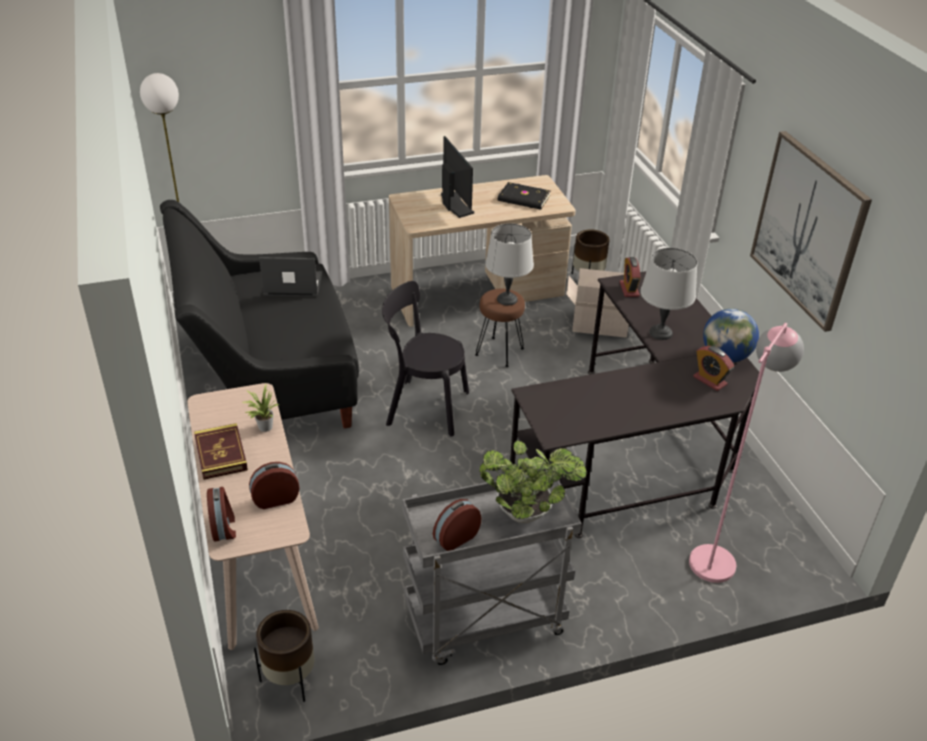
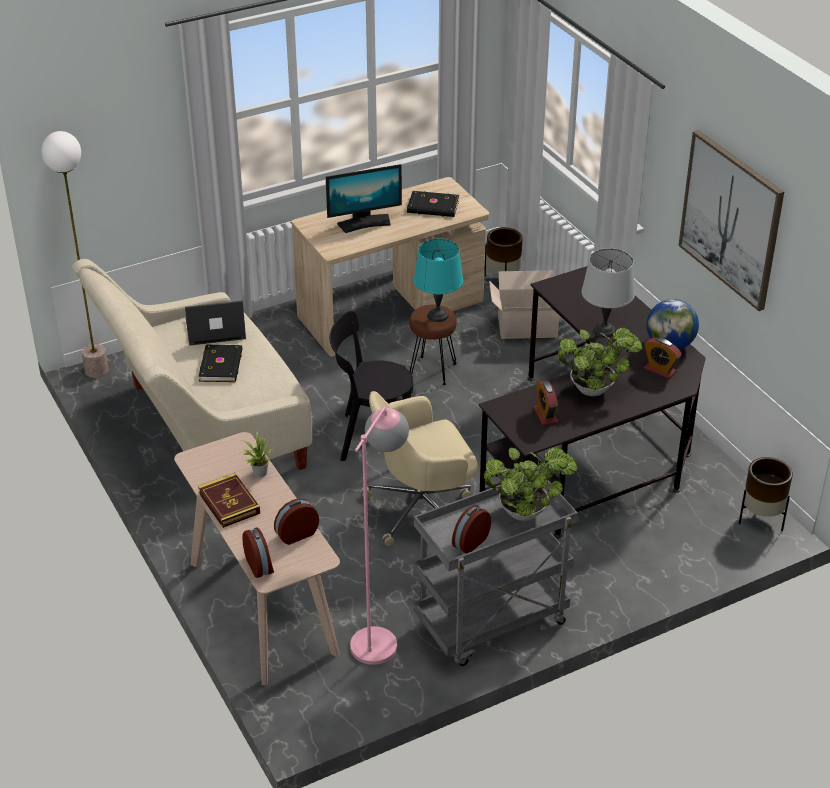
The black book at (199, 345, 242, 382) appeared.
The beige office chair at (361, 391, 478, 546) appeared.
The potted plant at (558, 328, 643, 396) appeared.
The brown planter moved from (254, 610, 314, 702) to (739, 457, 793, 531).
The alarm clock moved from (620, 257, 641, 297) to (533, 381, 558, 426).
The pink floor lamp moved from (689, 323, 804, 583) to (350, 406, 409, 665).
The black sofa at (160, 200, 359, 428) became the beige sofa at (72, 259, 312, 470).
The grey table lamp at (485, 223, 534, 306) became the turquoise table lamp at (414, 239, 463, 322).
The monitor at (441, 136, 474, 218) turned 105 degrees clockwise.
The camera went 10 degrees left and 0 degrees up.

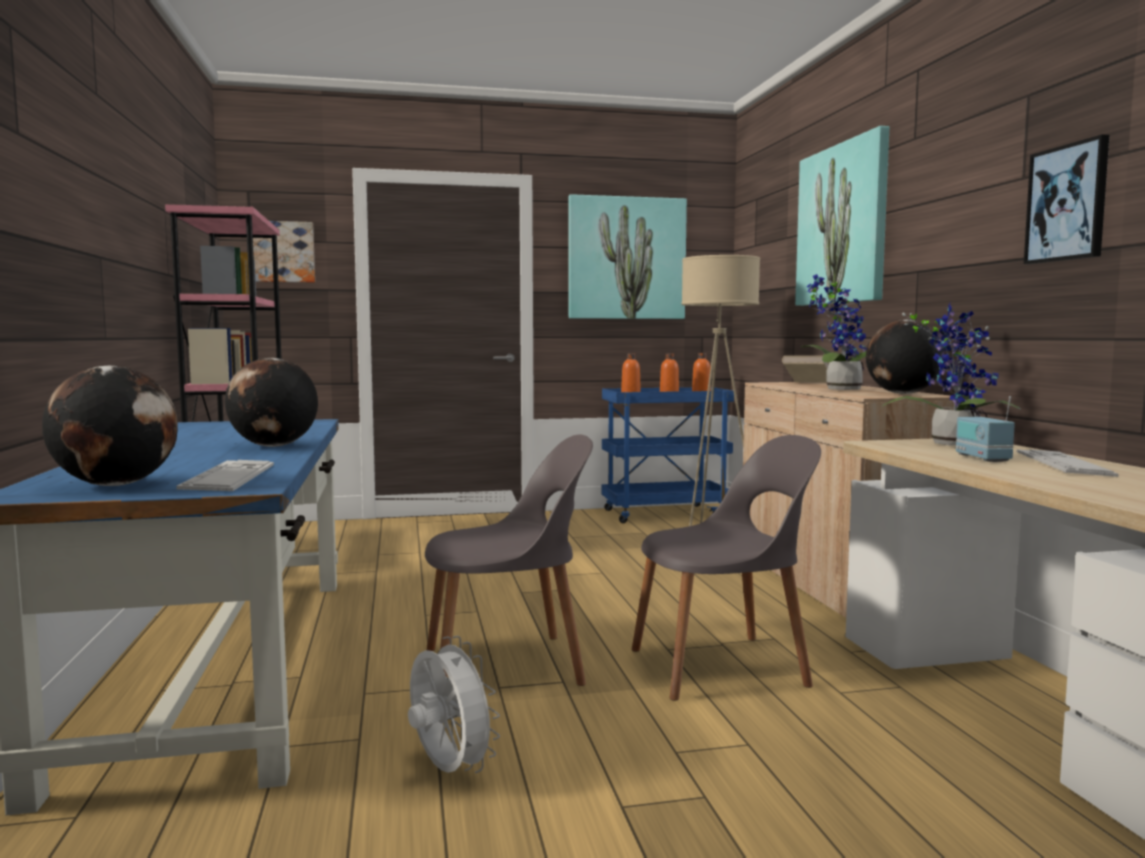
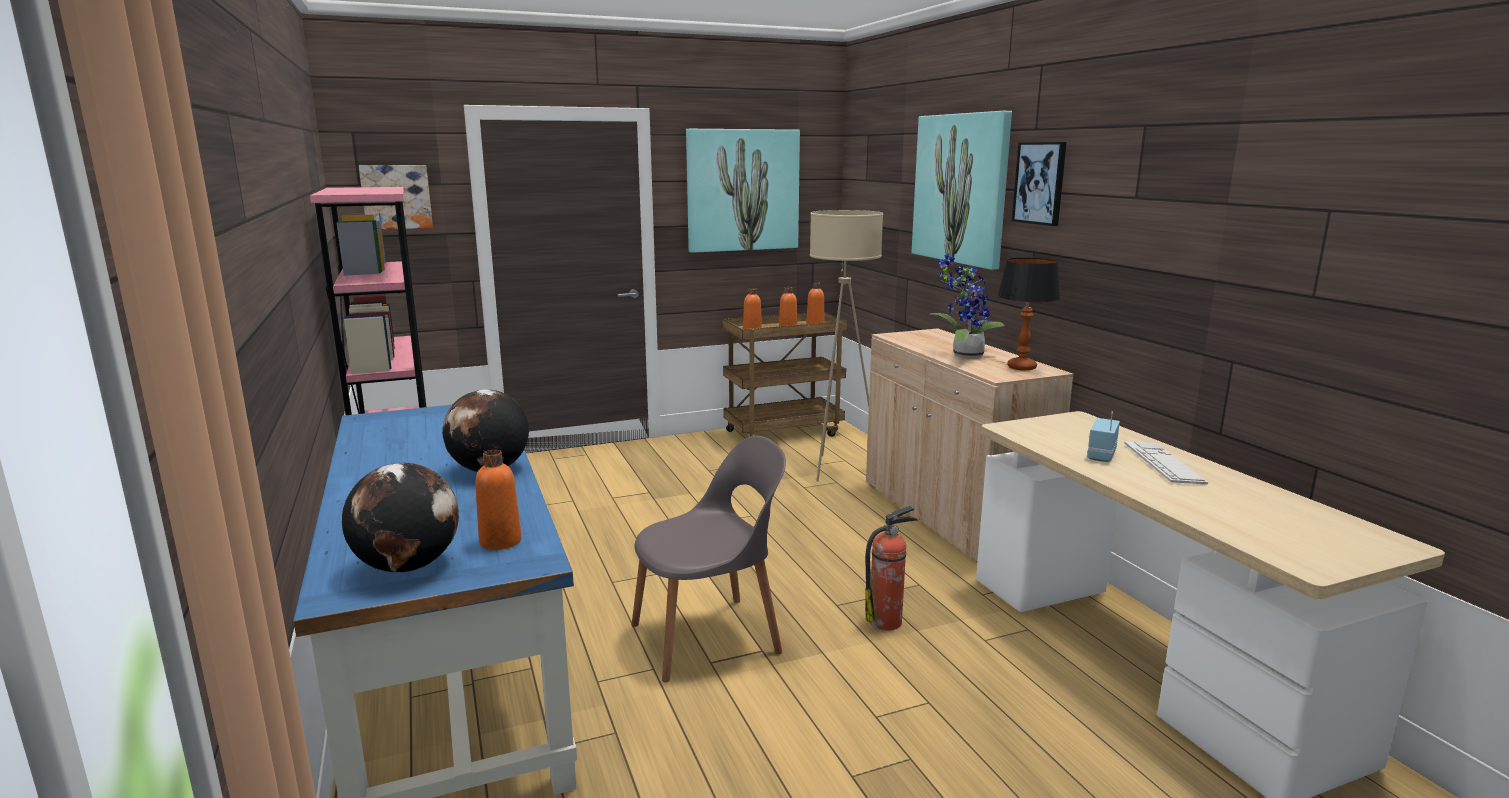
The white fan at (408, 636, 500, 773) disappeared.
The beige book at (782, 356, 829, 383) disappeared.
The potted plant at (883, 304, 1021, 446) disappeared.
The picture moved from (1024, 134, 1110, 264) to (1012, 142, 1067, 226).
The keyboard at (177, 460, 274, 491) was replaced by the orange bottle at (475, 450, 522, 550).
The grey chair at (632, 435, 821, 701) was replaced by the fire extinguisher at (865, 506, 918, 630).
The globe at (866, 319, 945, 394) was replaced by the table lamp at (997, 258, 1060, 371).
The blue cart at (602, 387, 734, 523) became the brown cart at (722, 312, 848, 437).
The radio at (956, 396, 1015, 462) turned 45 degrees clockwise.
The camera went 10 degrees left and 10 degrees up.

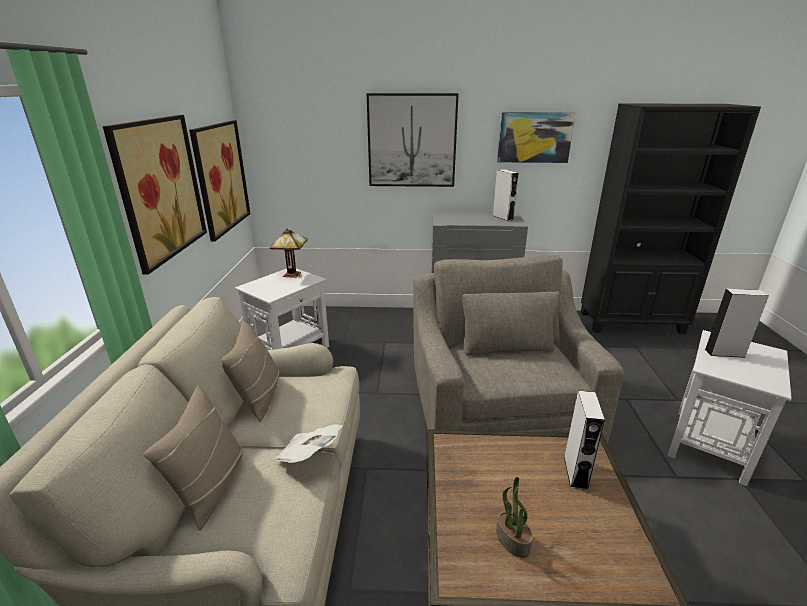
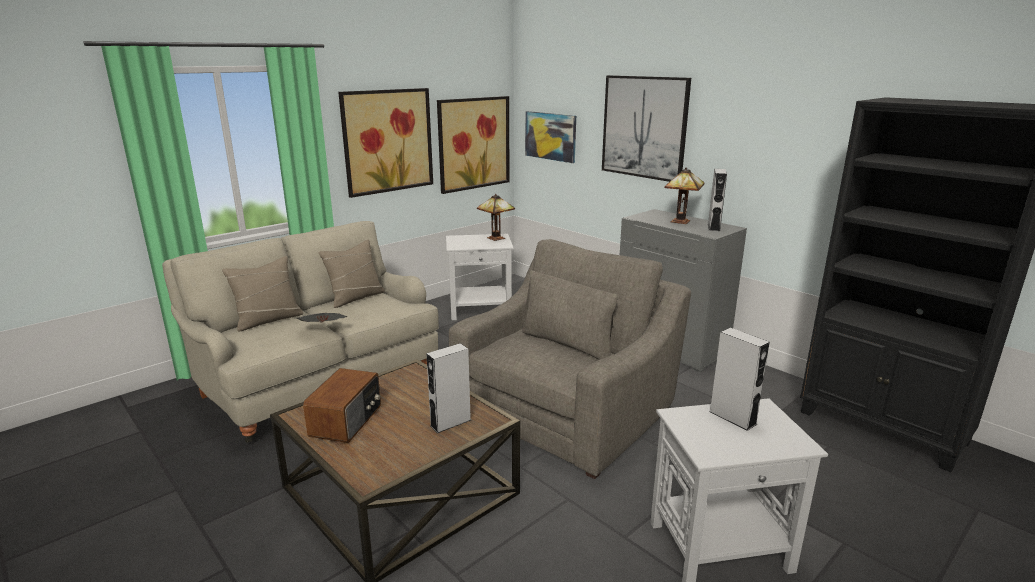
The table lamp at (664, 167, 705, 224) appeared.
The picture moved from (497, 112, 575, 163) to (525, 111, 576, 163).
The potted plant at (496, 477, 533, 558) was replaced by the radio at (303, 368, 381, 443).
The camera went 45 degrees right and 5 degrees down.

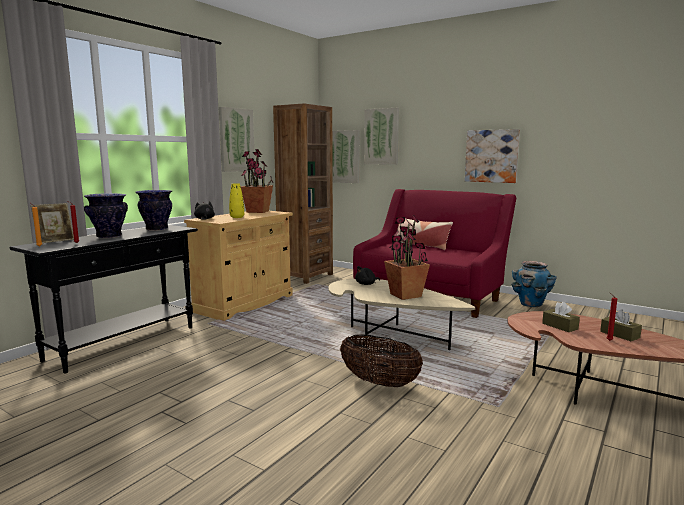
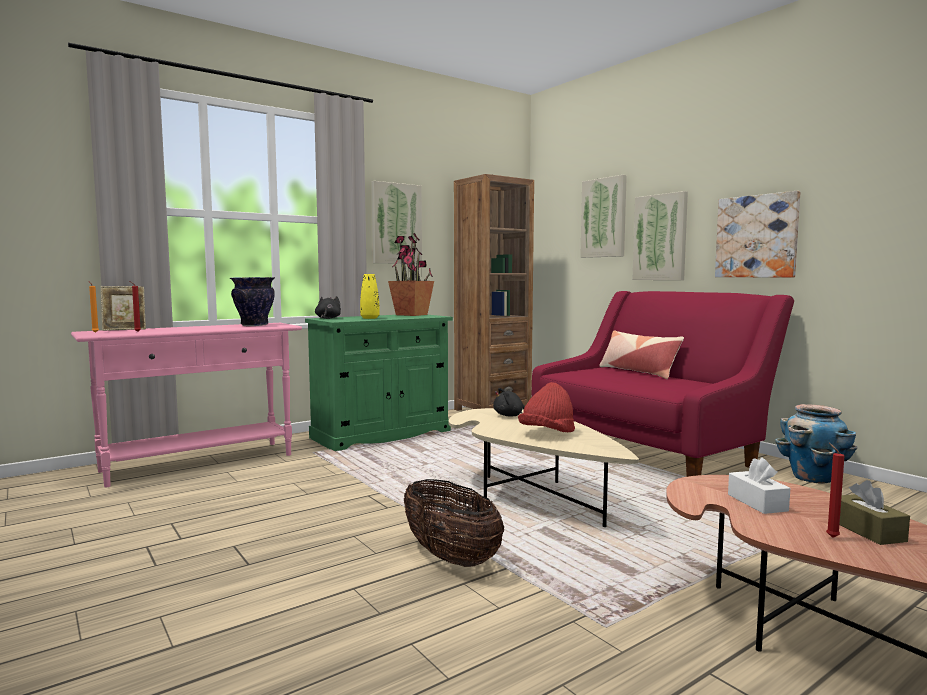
The vase at (84, 193, 128, 238) disappeared.
The picture moved from (332, 130, 360, 183) to (633, 191, 688, 280).
The potted plant at (384, 215, 430, 300) was replaced by the red hat at (518, 382, 575, 432).
The black console table at (10, 225, 198, 373) became the pink console table at (71, 323, 302, 488).
The beige cabinet at (184, 211, 293, 321) became the green cabinet at (305, 314, 453, 451).
The brown tissue box at (542, 302, 580, 332) became the white tissue box at (728, 457, 790, 514).
The camera went 20 degrees right and 5 degrees down.

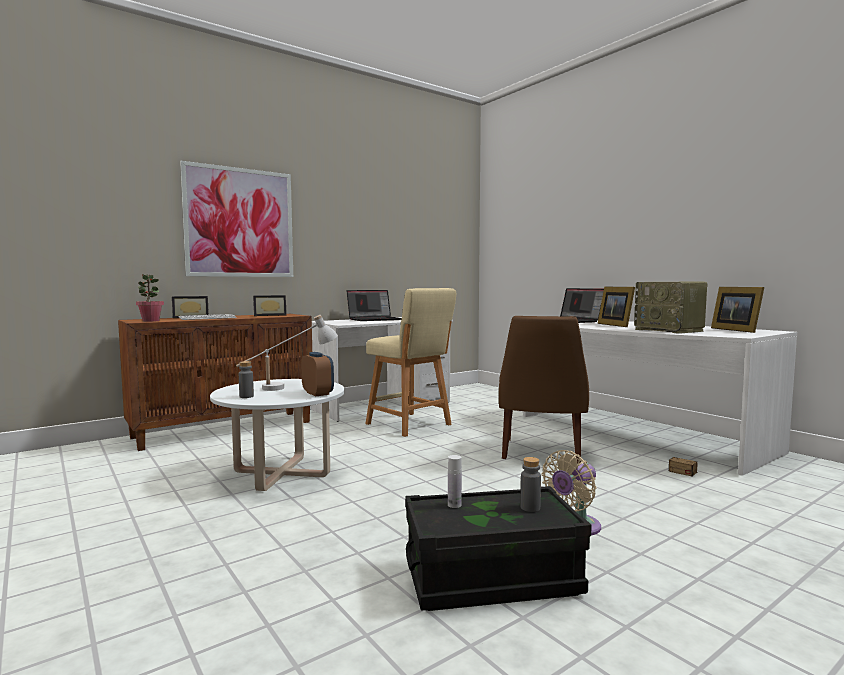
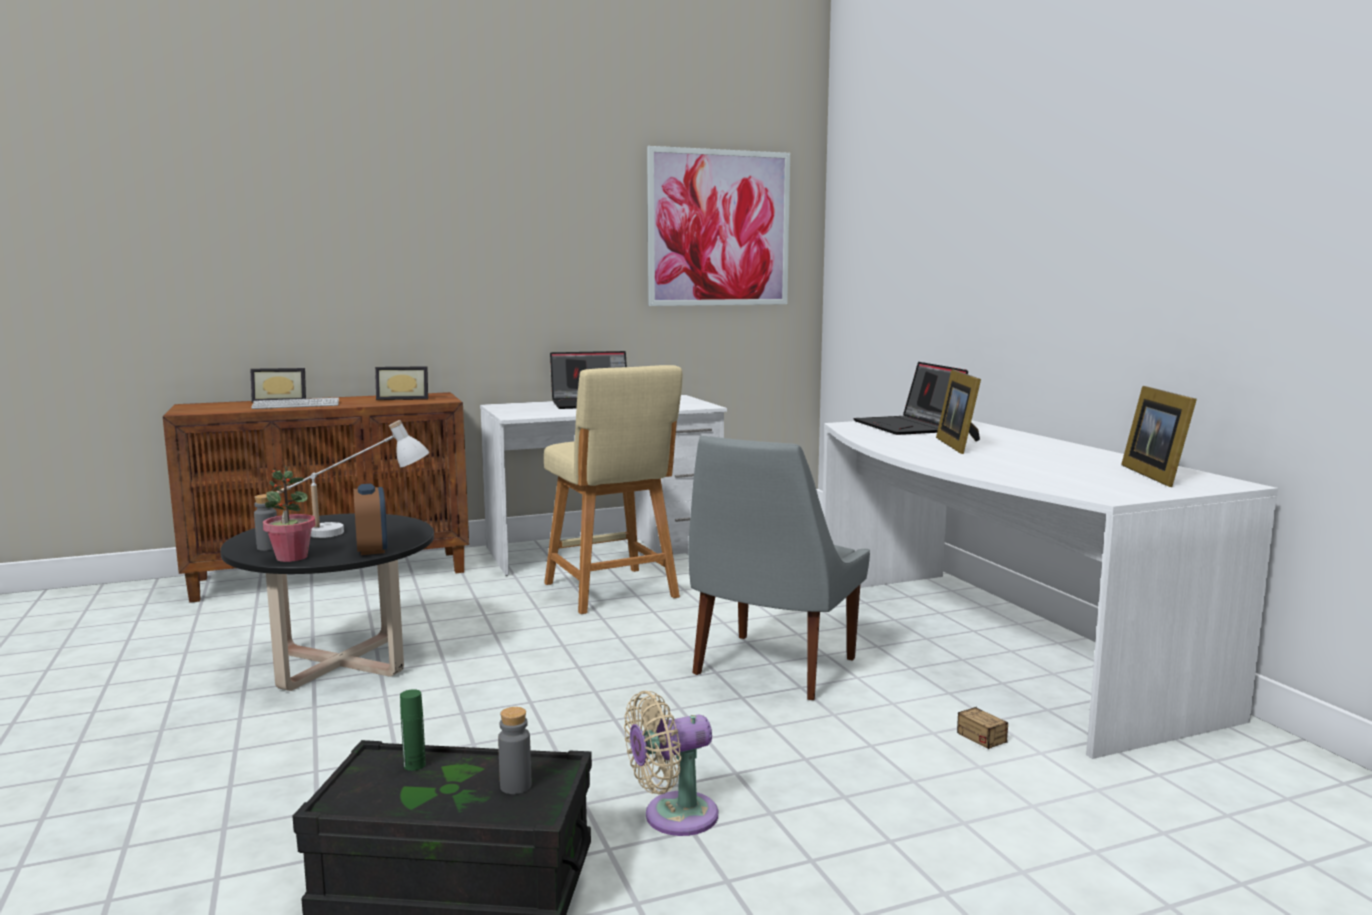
The radio at (634, 282, 707, 334) disappeared.
The potted plant moved from (136, 274, 164, 322) to (263, 466, 315, 562).
The picture moved from (180, 161, 293, 277) to (647, 146, 790, 306).
The white coffee table at (210, 379, 345, 491) became the black coffee table at (220, 513, 434, 691).
The white bottle at (448, 455, 462, 508) became the green bottle at (400, 689, 426, 771).
The brown chair at (499, 316, 589, 464) became the grey chair at (688, 436, 870, 701).
The camera went 15 degrees right and 5 degrees up.

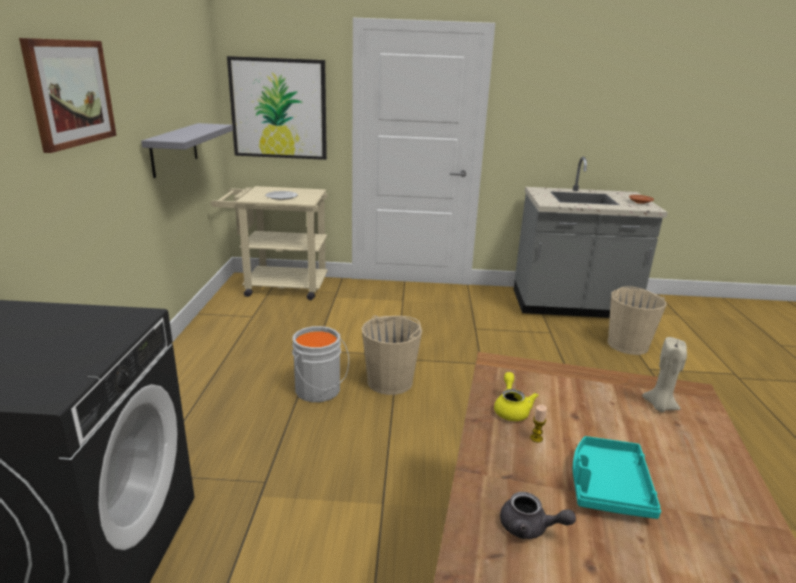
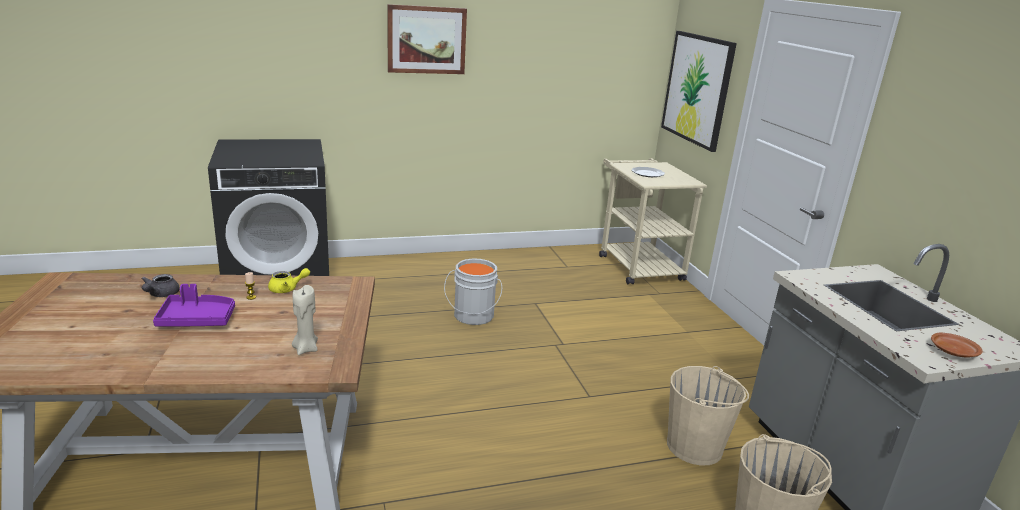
The grey shelf at (141, 123, 233, 178) disappeared.
The beige bucket moved from (362, 315, 422, 395) to (667, 366, 749, 465).
The turquoise tray at (573, 436, 661, 519) became the purple tray at (153, 284, 235, 326).
The camera went 70 degrees right and 0 degrees up.

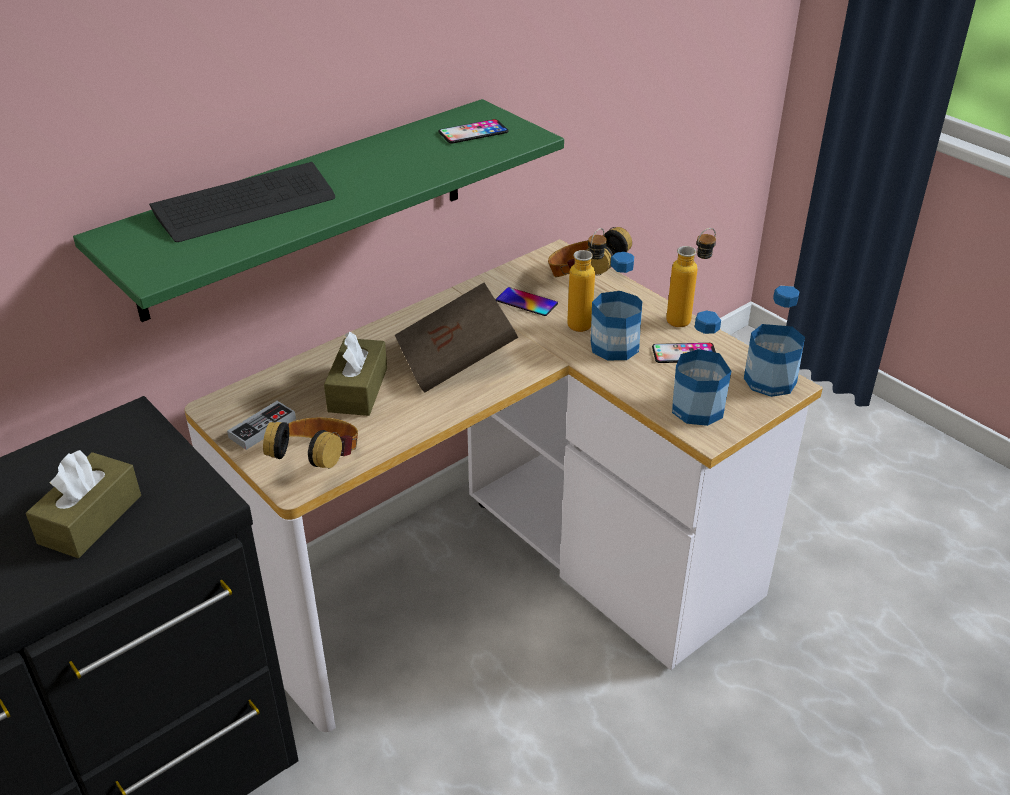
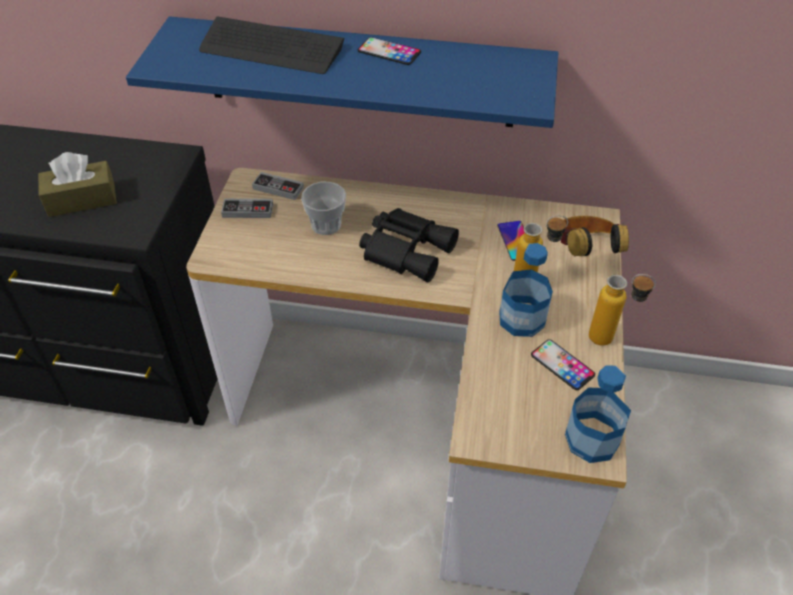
The headphones at (263, 418, 358, 469) disappeared.
The bottle at (672, 310, 731, 426) disappeared.
The game controller at (252, 172, 304, 200) appeared.
The phone moved from (438, 119, 509, 143) to (358, 37, 421, 65).
The brown tissue box at (324, 332, 387, 416) was replaced by the cup at (301, 182, 346, 235).
The brown book at (395, 282, 518, 393) was replaced by the black binoculars at (359, 208, 459, 282).
The green shelf at (73, 99, 564, 322) became the blue shelf at (126, 16, 558, 128).
The camera went 50 degrees right and 10 degrees up.

